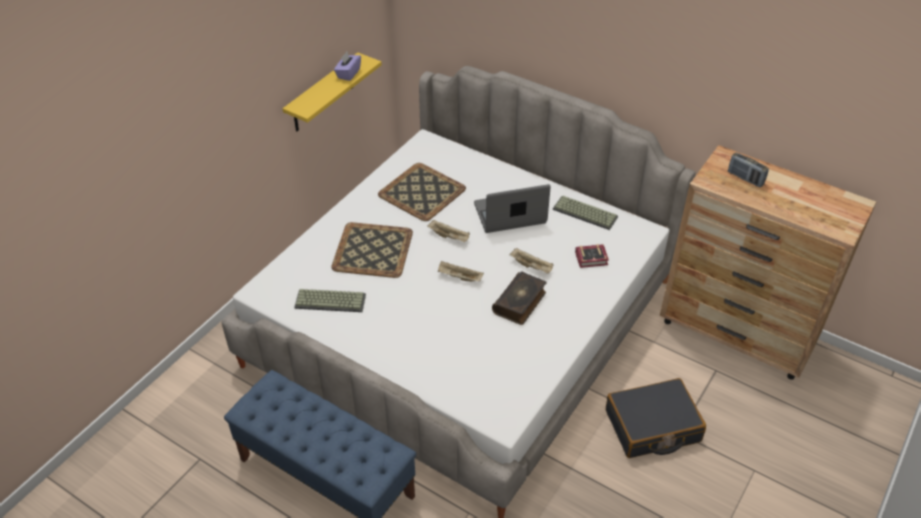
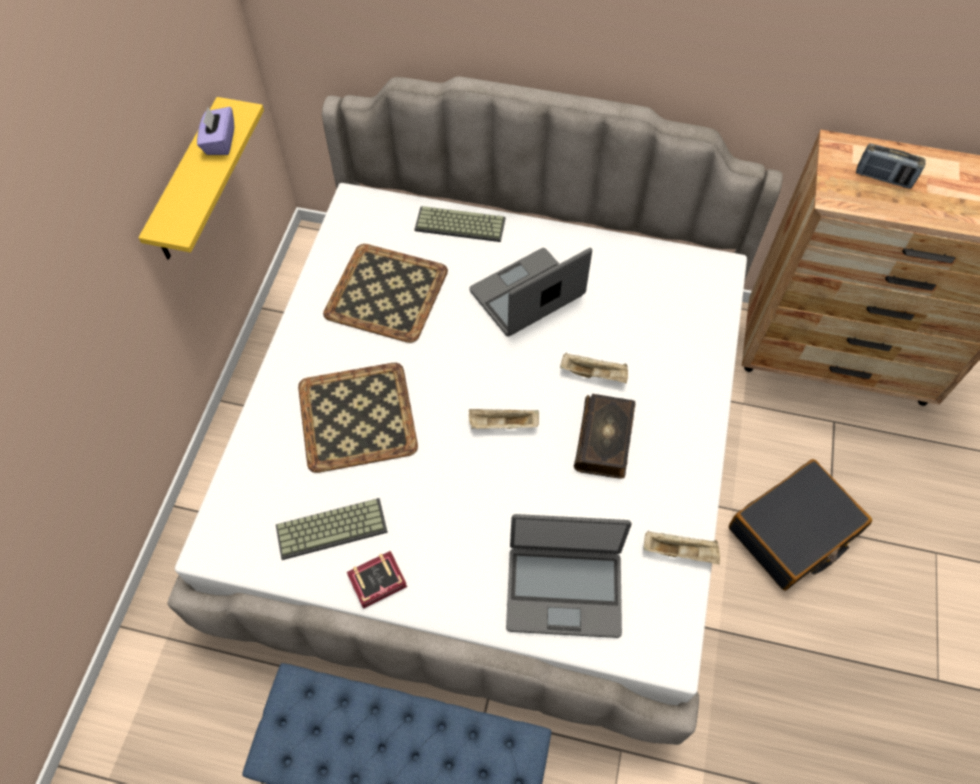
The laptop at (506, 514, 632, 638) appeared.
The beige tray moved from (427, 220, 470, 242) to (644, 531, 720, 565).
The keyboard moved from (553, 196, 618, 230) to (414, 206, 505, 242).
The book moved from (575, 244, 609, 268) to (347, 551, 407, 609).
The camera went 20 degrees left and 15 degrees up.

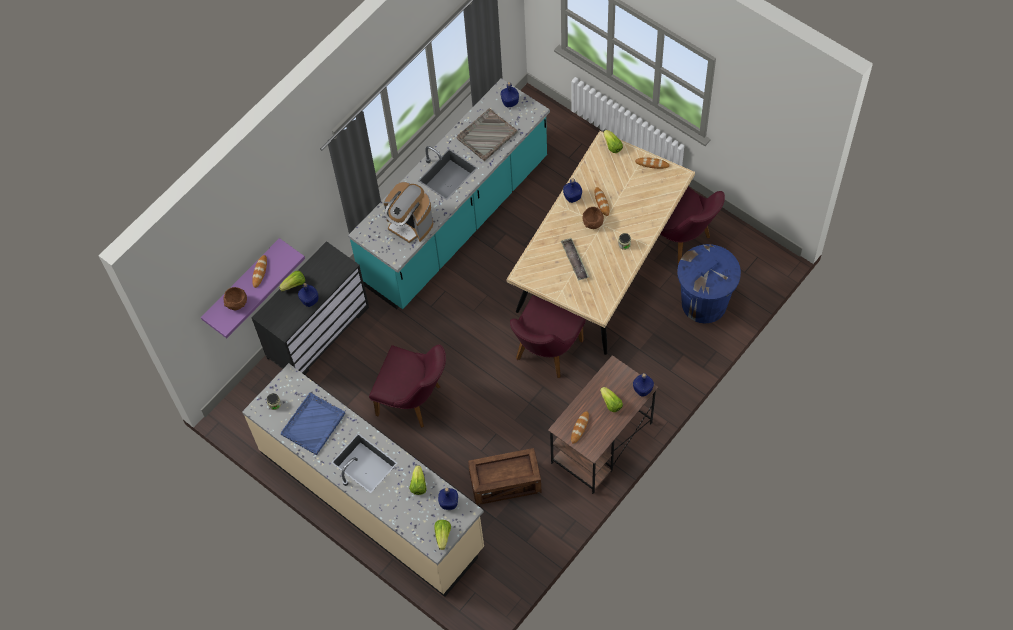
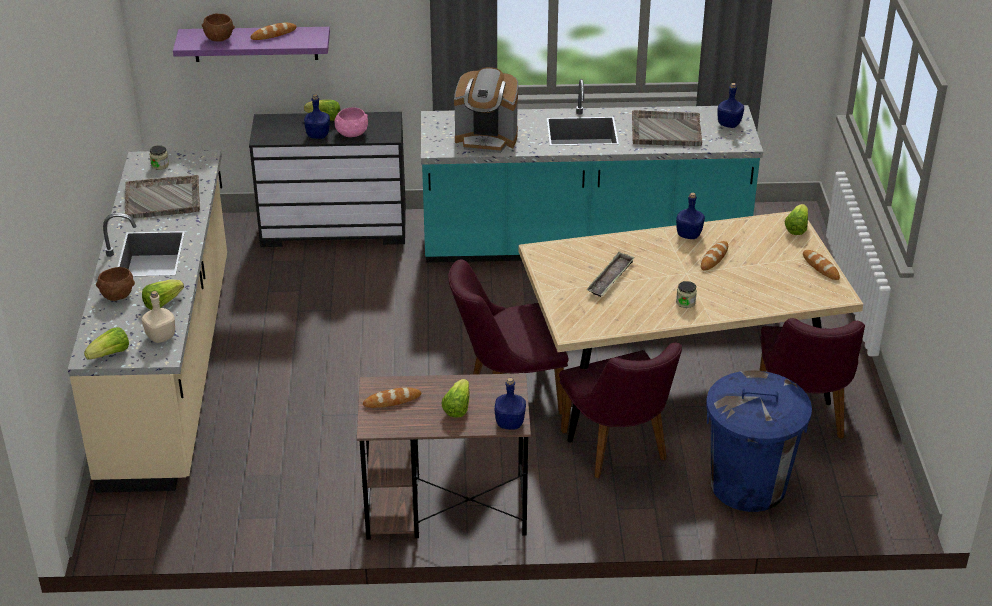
The crate at (468, 448, 542, 505) disappeared.
The pink bowl at (334, 107, 368, 137) appeared.
The purple chair moved from (369, 344, 446, 428) to (559, 343, 682, 478).
The brown bowl moved from (583, 207, 604, 229) to (96, 267, 135, 301).
The blue tray at (281, 393, 345, 455) became the grey tray at (125, 175, 200, 219).
The blue bottle at (438, 488, 458, 510) became the beige bottle at (142, 291, 175, 343).
The coffee machine at (383, 182, 433, 244) turned 75 degrees counterclockwise.
The camera went 45 degrees right and 25 degrees down.

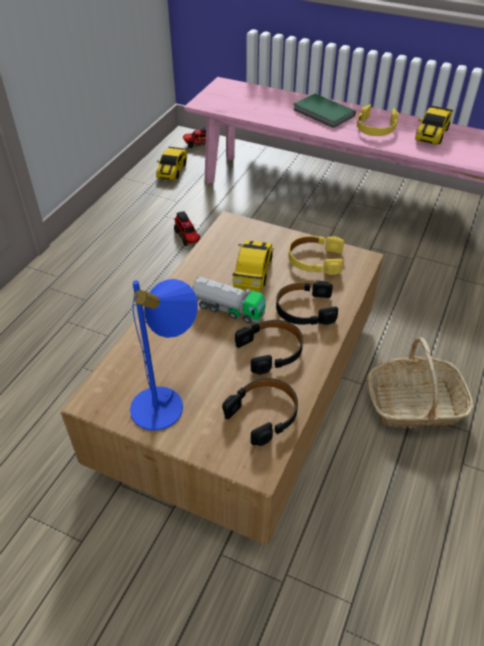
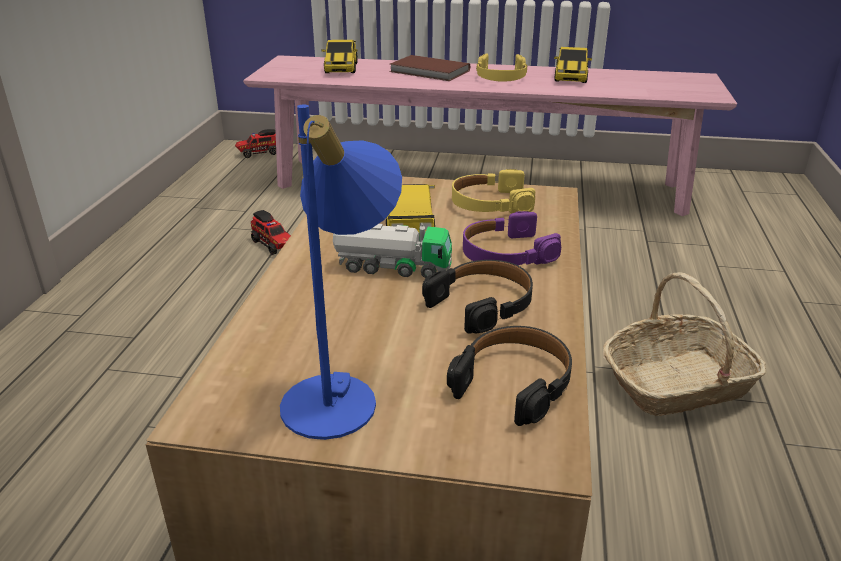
The toy car moved from (156, 147, 187, 180) to (322, 40, 358, 73).
The black headphones at (276, 281, 338, 325) became the purple headphones at (463, 211, 561, 265).
The green book at (293, 94, 356, 128) became the brown book at (390, 55, 470, 81).
The camera went 15 degrees left and 15 degrees down.

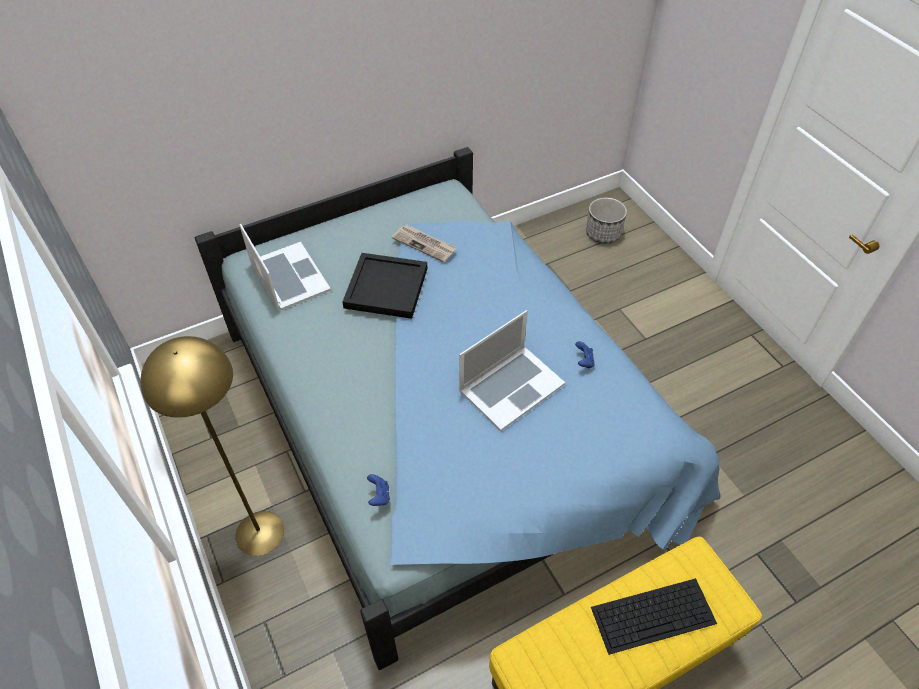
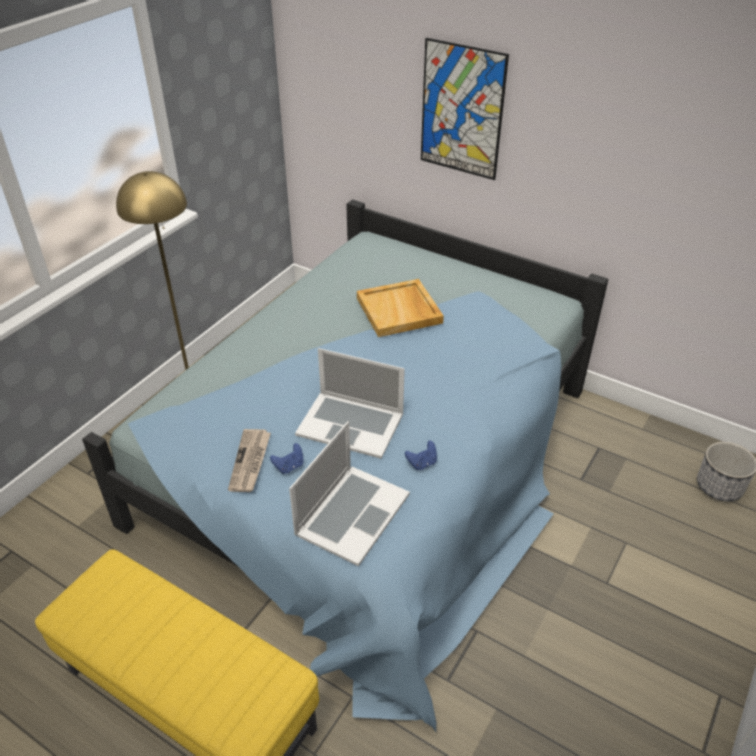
The keyboard at (591, 578, 717, 655) disappeared.
The picture at (421, 38, 509, 180) appeared.
The laptop moved from (240, 224, 331, 311) to (289, 421, 410, 566).
The blue game controller moved from (367, 474, 390, 506) to (270, 443, 304, 474).
The newspaper moved from (392, 224, 457, 262) to (228, 429, 271, 492).
The black tray at (342, 253, 428, 319) became the beige tray at (357, 279, 444, 337).
The camera went 60 degrees right and 10 degrees down.

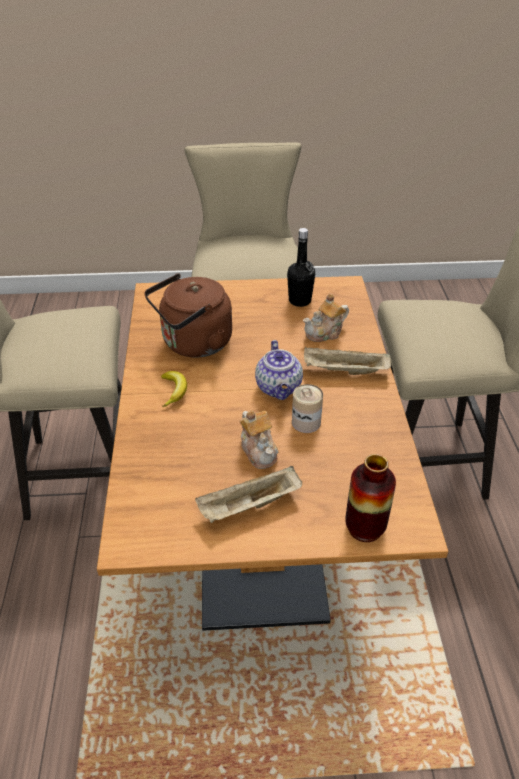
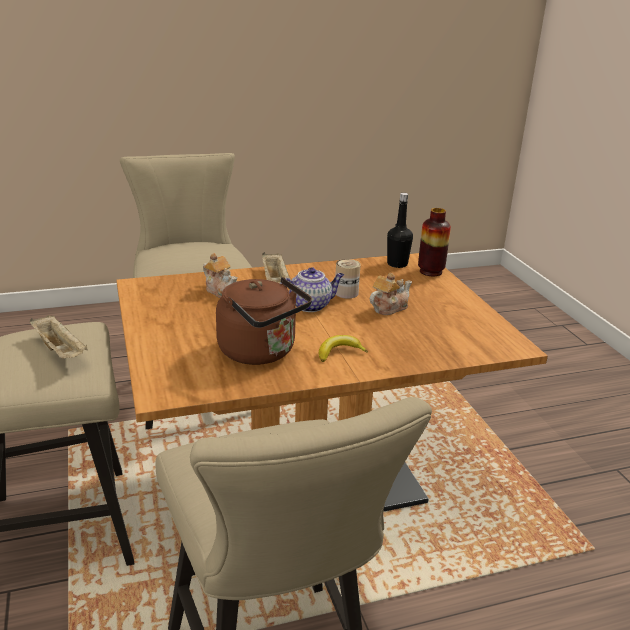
The beige tray moved from (195, 466, 302, 523) to (30, 315, 88, 359).
The black bottle moved from (287, 228, 315, 307) to (387, 193, 413, 268).
The camera went 105 degrees left and 15 degrees down.

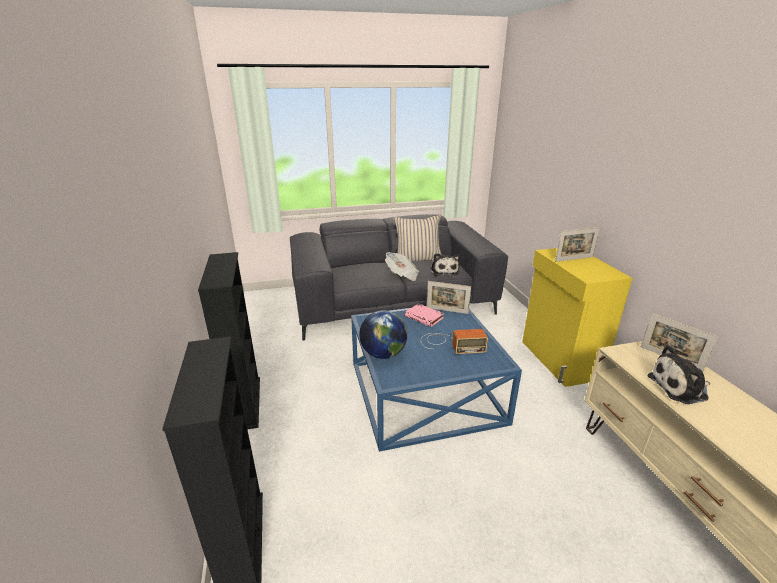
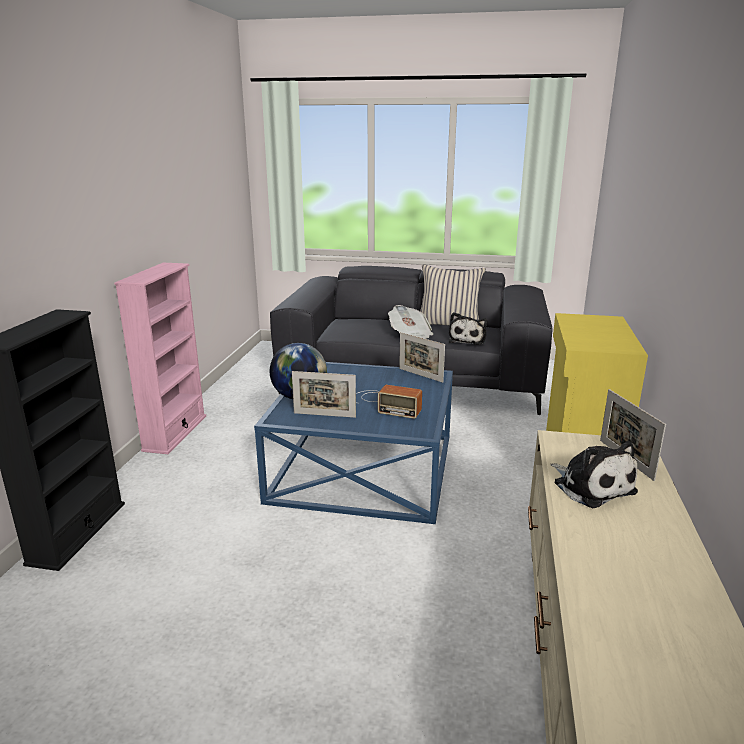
The pink book at (405, 304, 444, 327) disappeared.
The picture frame moved from (555, 227, 600, 262) to (292, 371, 356, 418).
The black bookcase at (198, 252, 260, 430) became the pink bookcase at (114, 263, 206, 454).
The plush toy at (647, 345, 710, 404) turned 135 degrees counterclockwise.
The camera went 25 degrees right and 5 degrees down.

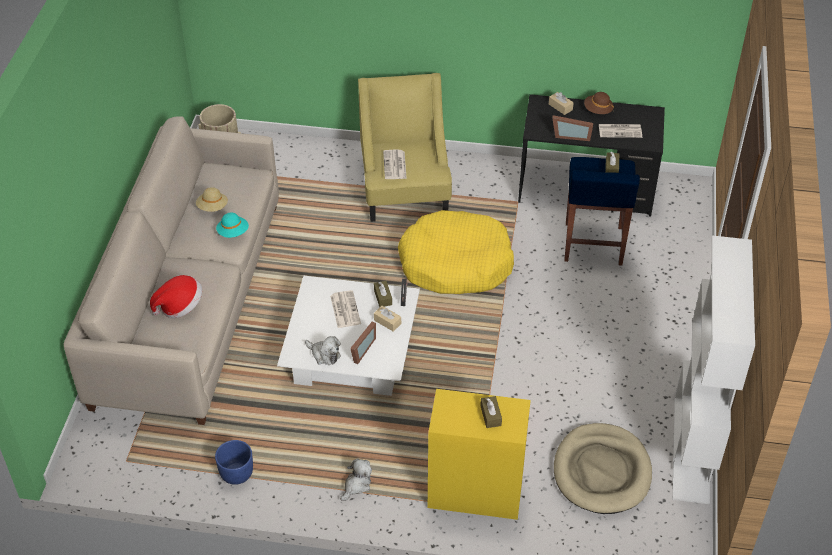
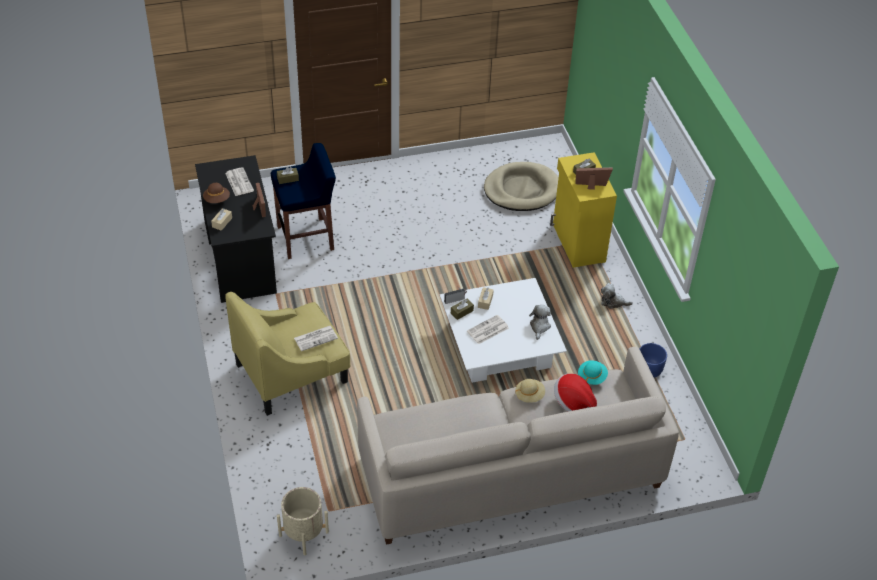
The yellow dog bed at (398, 210, 514, 294) disappeared.
The white bookcase at (672, 235, 755, 504) disappeared.
The beige hat moved from (196, 187, 228, 212) to (515, 379, 545, 403).
The turquoise hat moved from (216, 212, 249, 238) to (578, 360, 608, 385).
The picture frame moved from (350, 322, 376, 364) to (575, 167, 613, 190).
The camera went 115 degrees left and 0 degrees up.

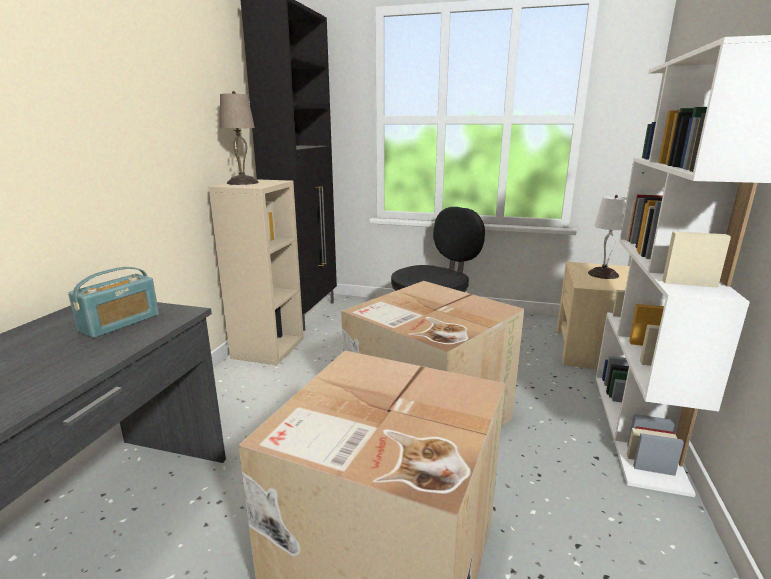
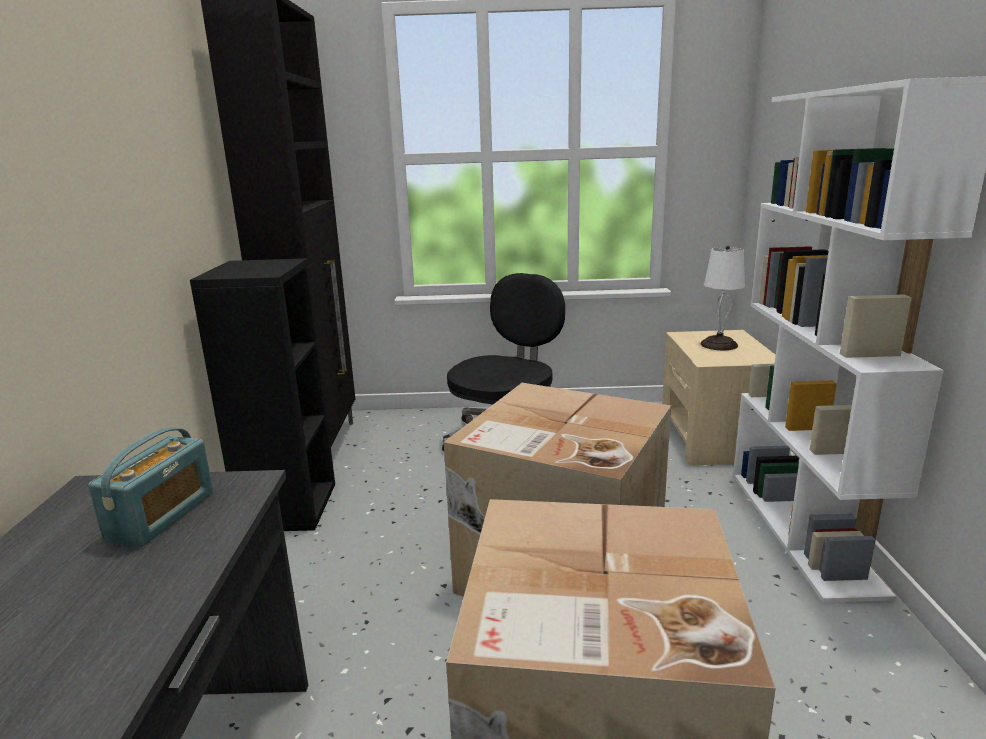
The beige table lamp at (220, 91, 259, 185) disappeared.
The beige bookcase at (209, 179, 304, 365) became the black bookcase at (190, 258, 335, 531).
The camera went 15 degrees left and 0 degrees up.

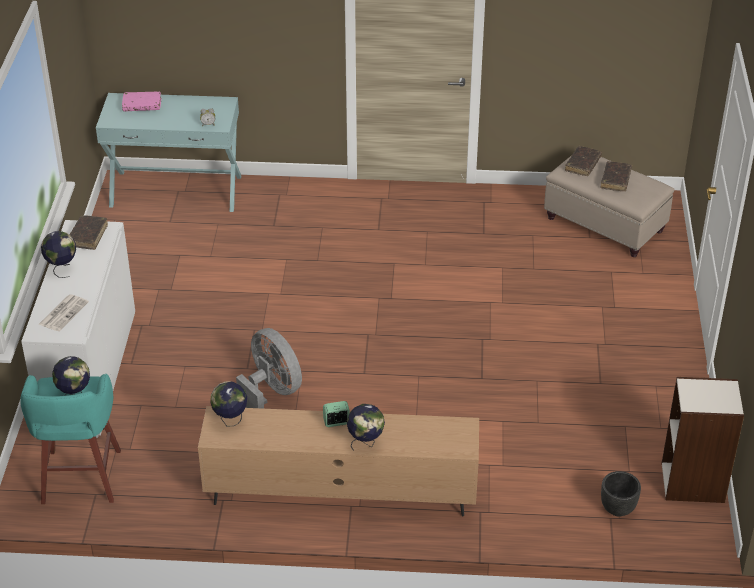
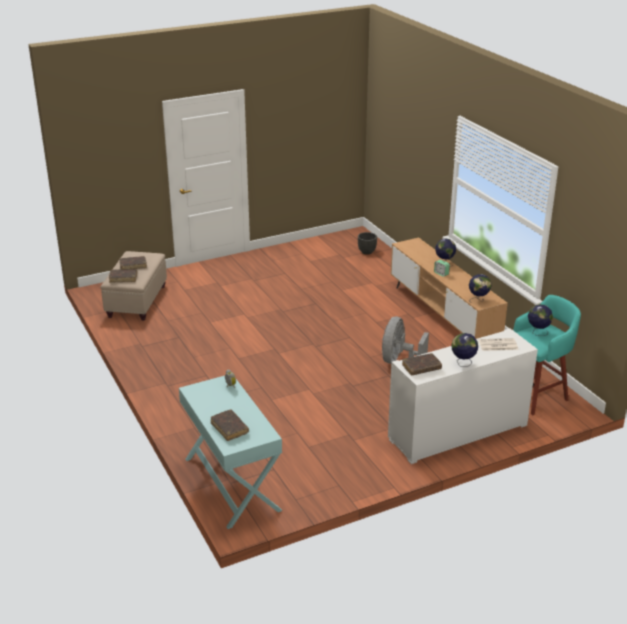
The bookcase at (662, 377, 744, 503) disappeared.
The pink book at (122, 91, 161, 111) became the brown book at (211, 409, 249, 441).
The camera went 120 degrees left and 10 degrees down.

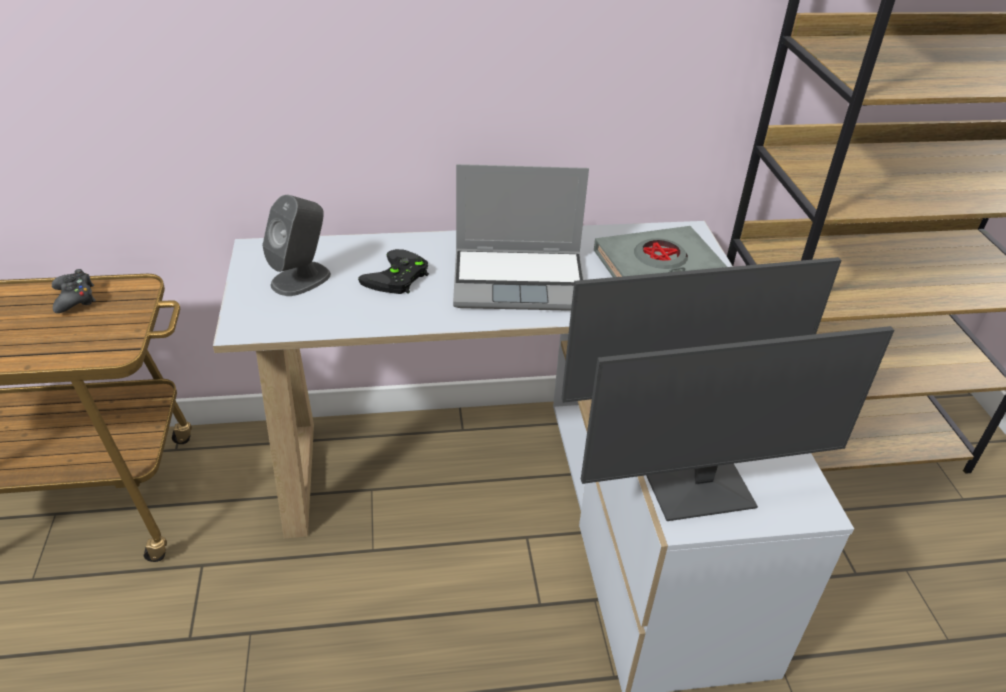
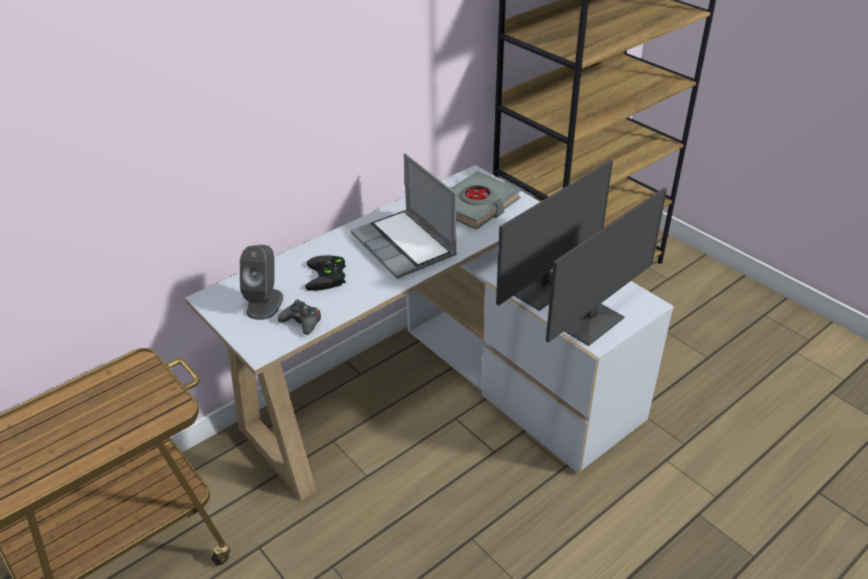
The black game controller moved from (52, 269, 96, 313) to (278, 299, 321, 335).
The laptop at (453, 164, 589, 311) turned 90 degrees clockwise.
The camera went 30 degrees left and 0 degrees up.

